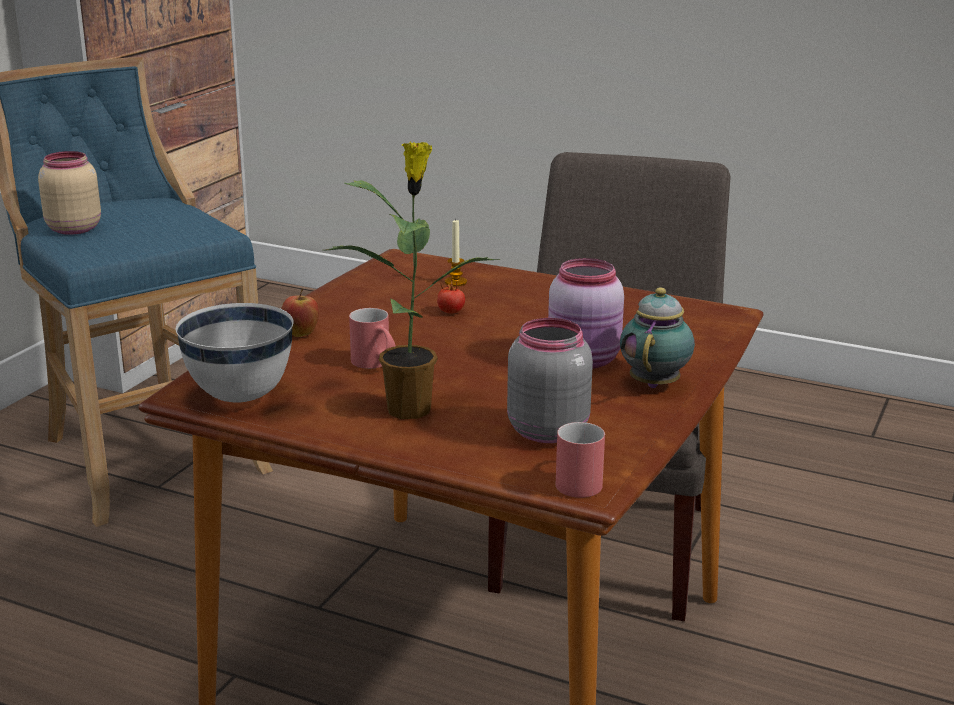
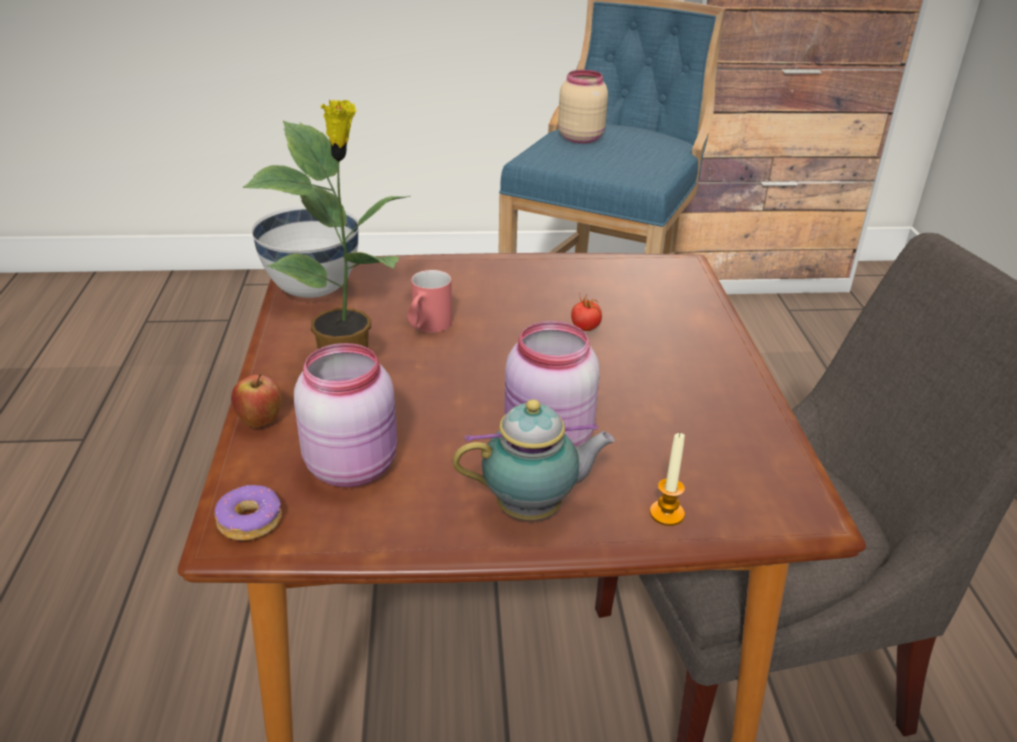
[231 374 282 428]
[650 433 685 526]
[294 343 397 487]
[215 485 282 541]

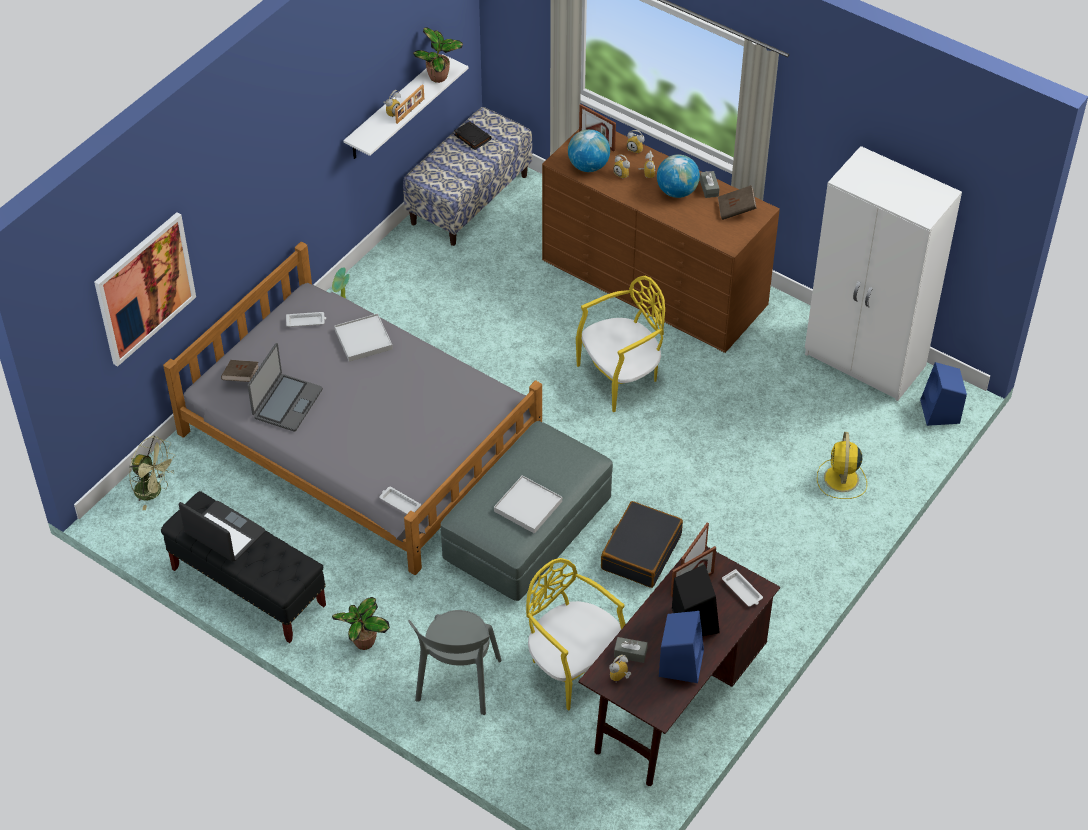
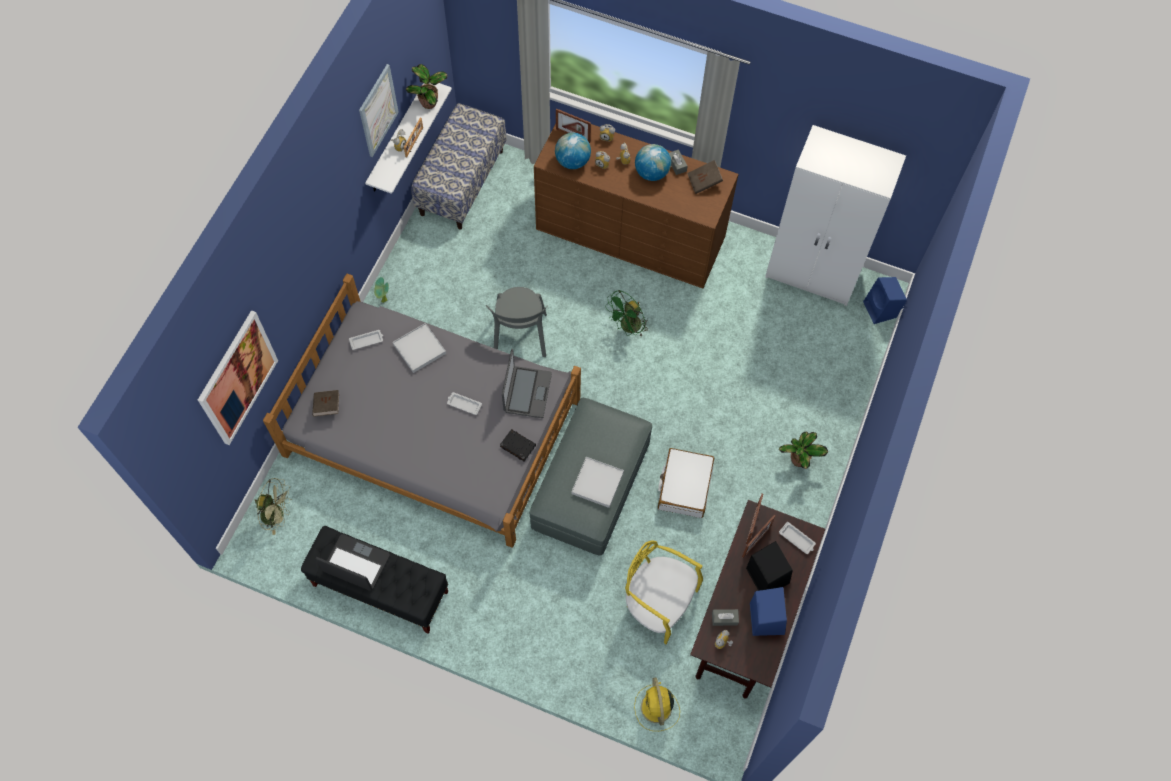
[502 349 552 418]
[779 432 828 469]
[447 392 482 415]
[486 287 548 357]
[500 429 536 461]
[605 290 648 336]
[658 448 714 518]
[634 677 680 731]
[359 64 399 157]

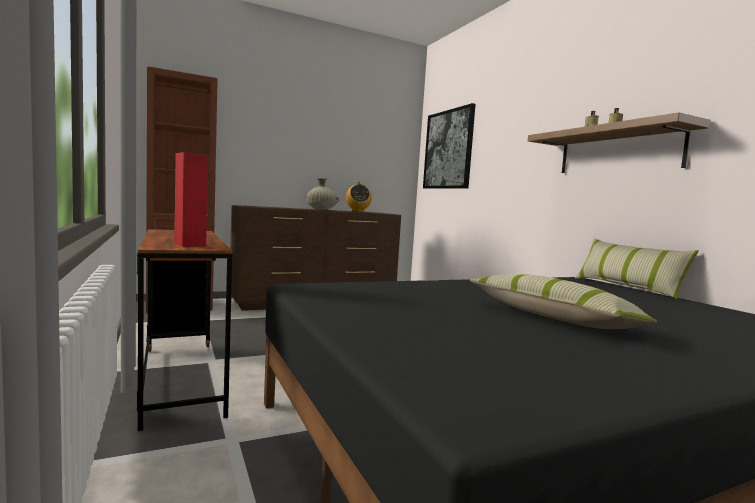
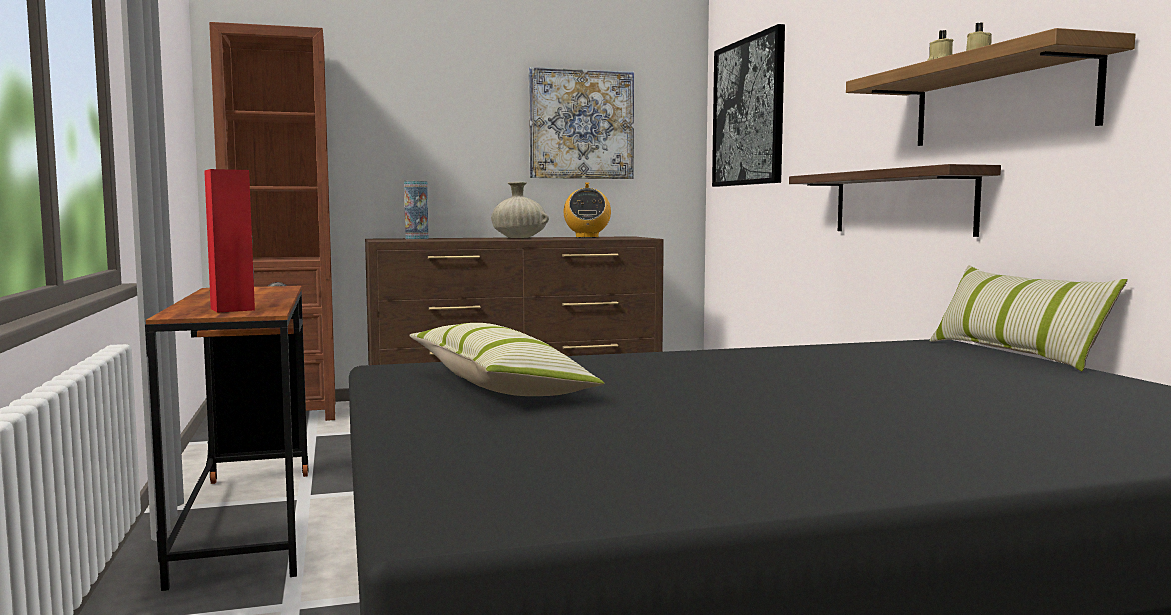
[409 323 604 396]
[404 181 428 239]
[529 67 634 179]
[789 164 1001 237]

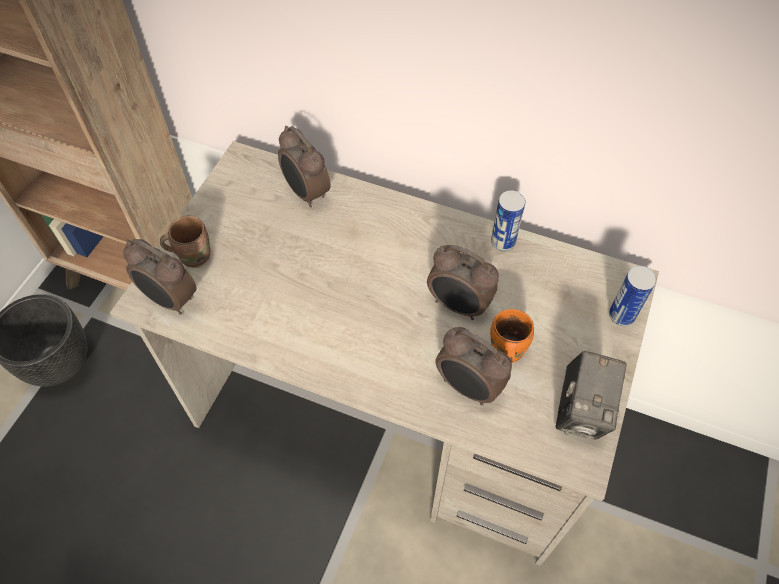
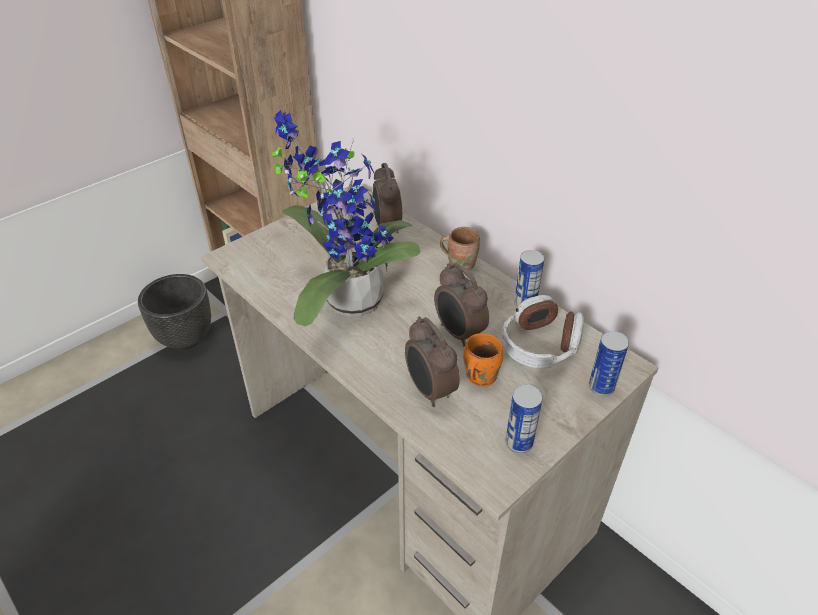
[123 239 197 315] (first image)
[440 227 480 271]
[505 385 543 453]
[272 110 420 326]
[502 295 584 369]

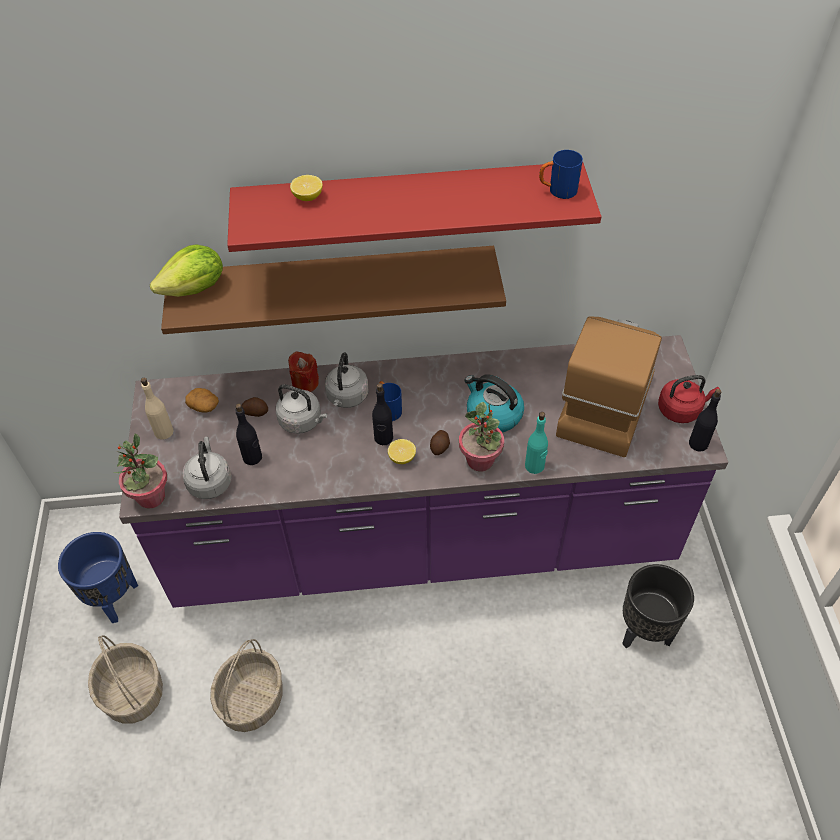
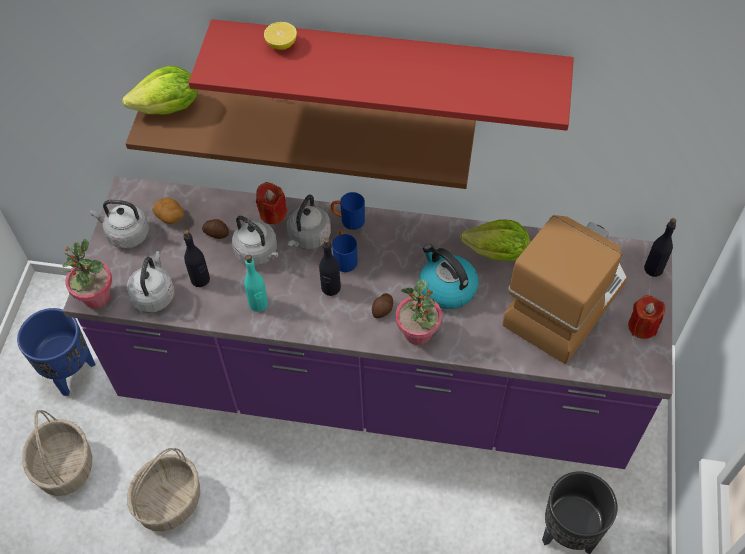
[90 200 149 249]
[388 439 416 464] (first image)
[244 255 268 312]
[331 192 365 230]
[628 295 665 339]
[644 218 677 277]
[460 220 530 261]

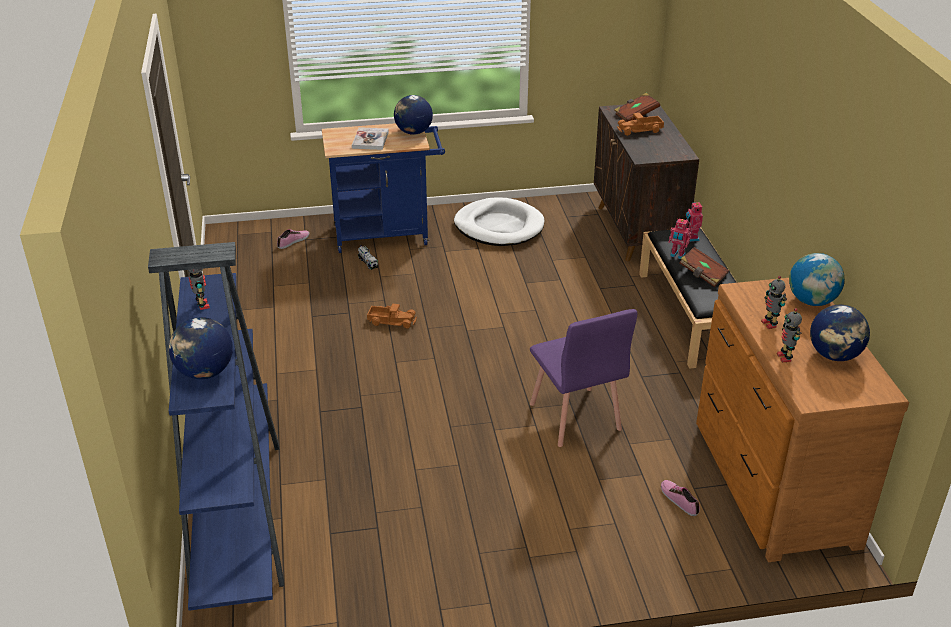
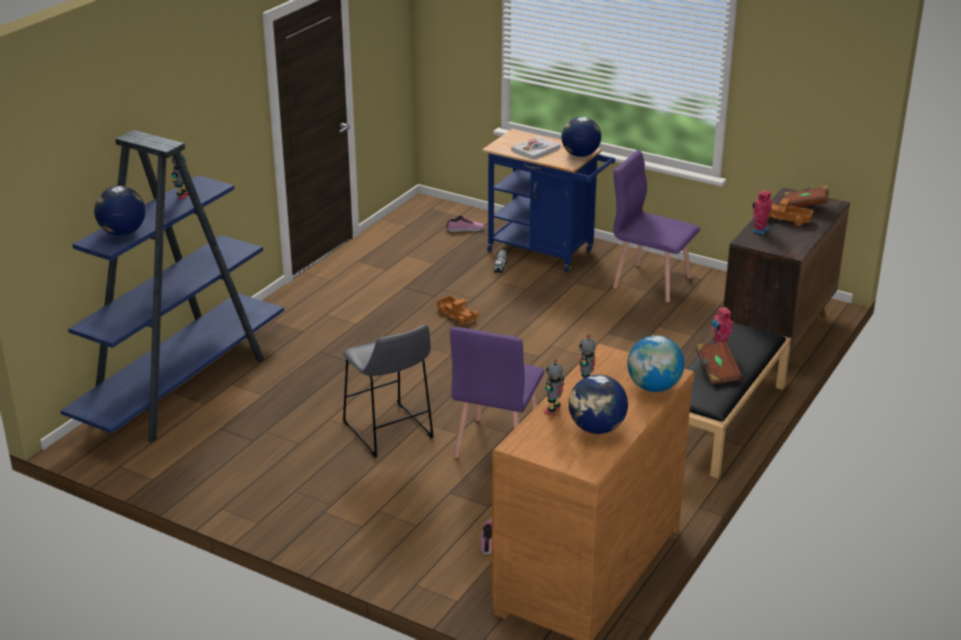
[613 150 700 302]
[752 189 772 234]
[342 325 434 458]

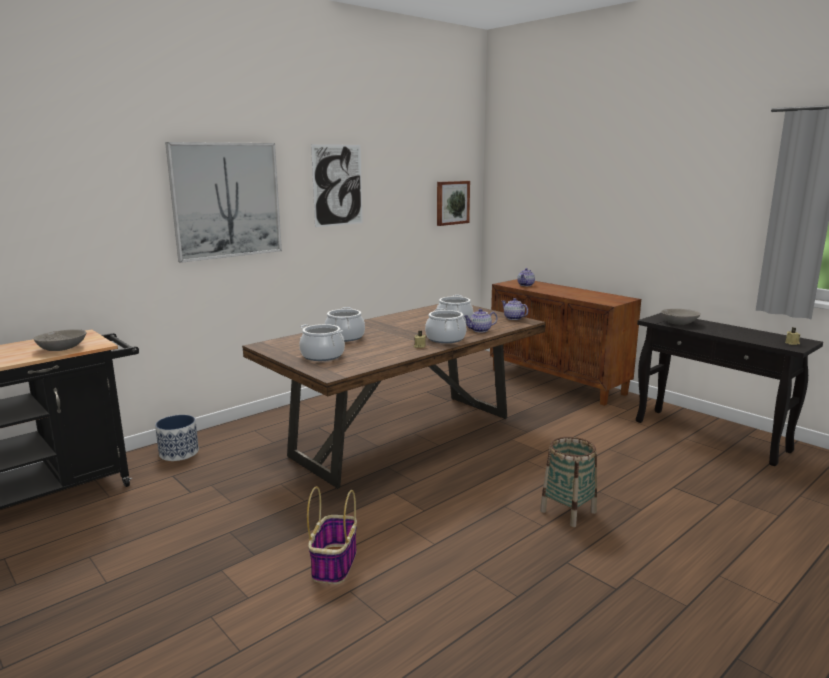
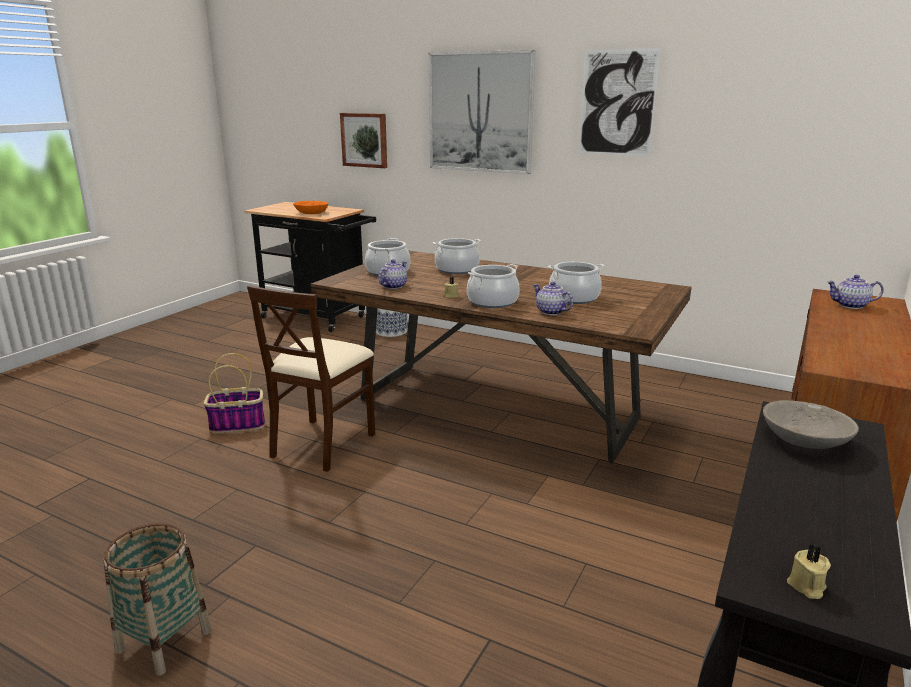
[293 201 328 214]
[340 113 387 168]
[378 259 407 289]
[103 523 212 676]
[247 285 375 472]

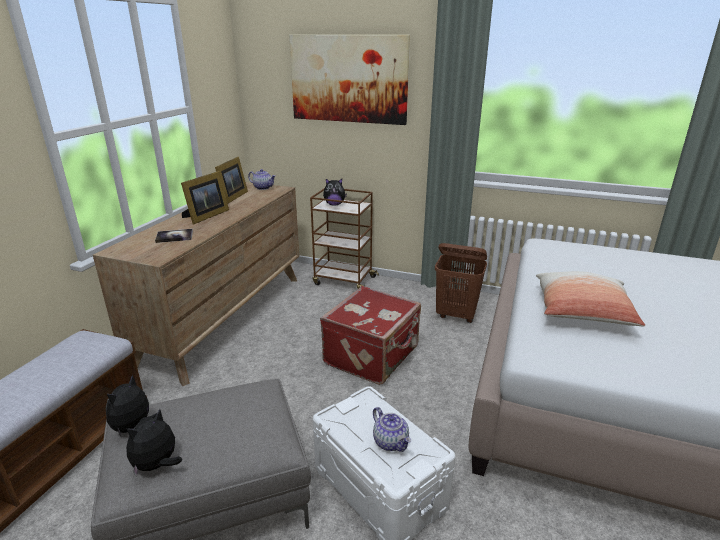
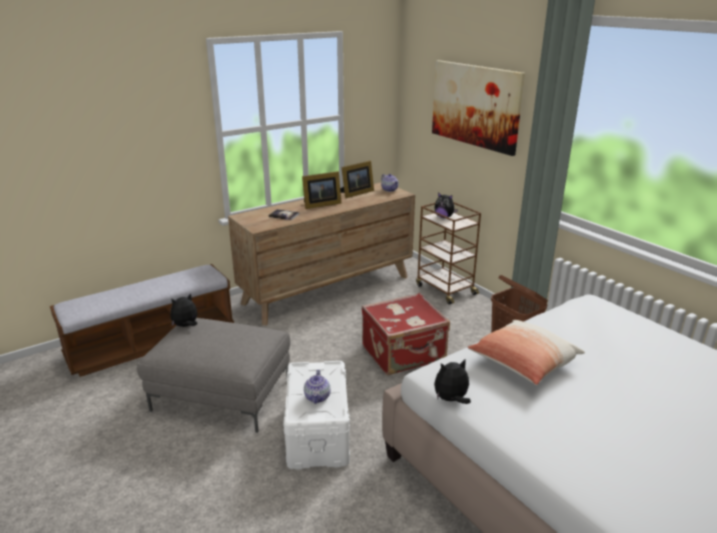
[434 360 471 404]

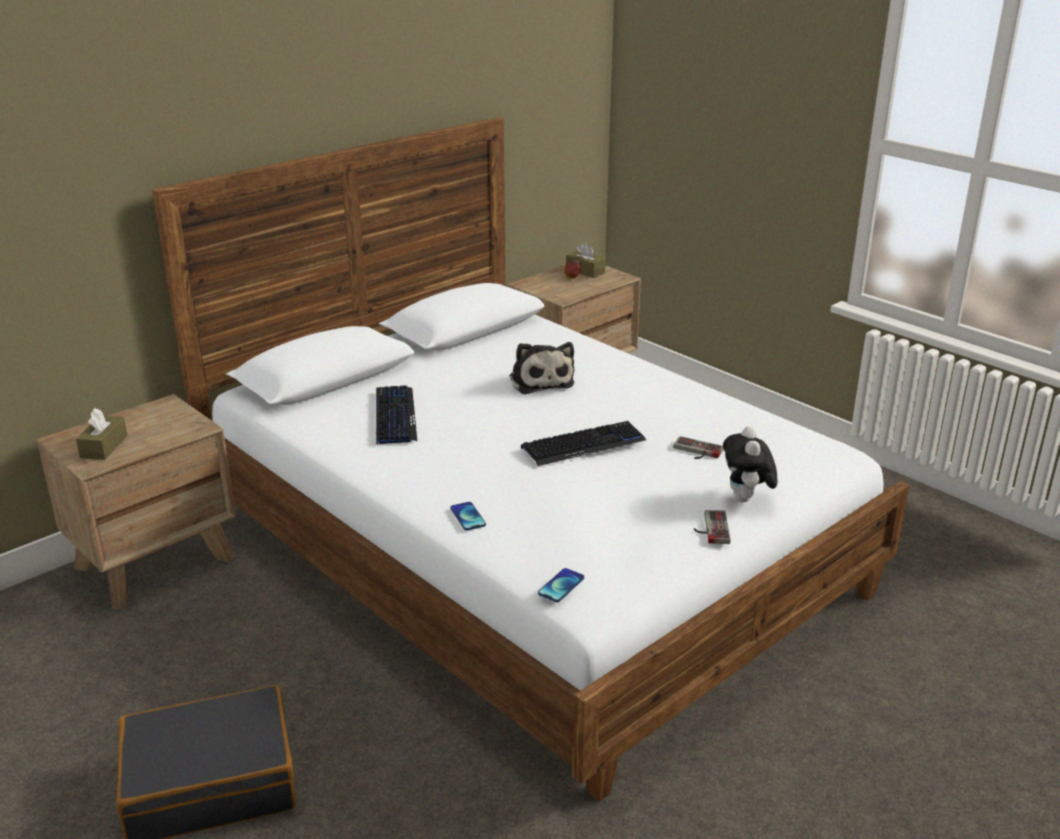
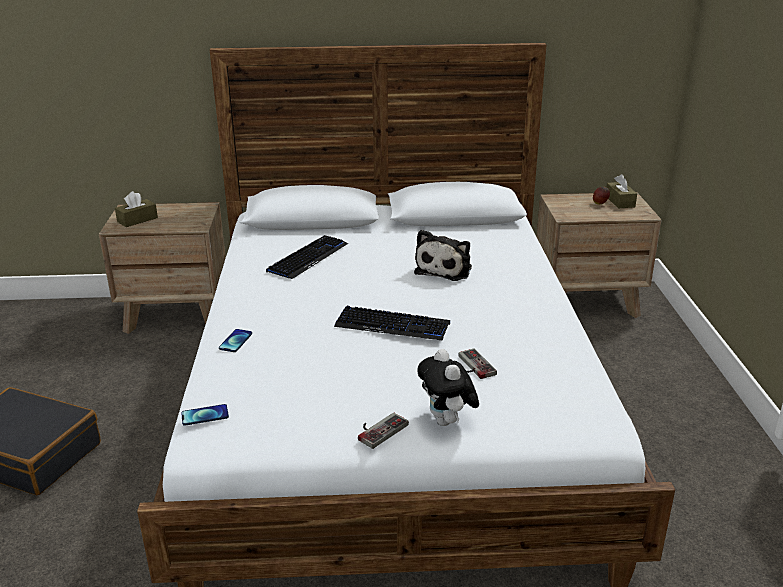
[417 349 479 426]

